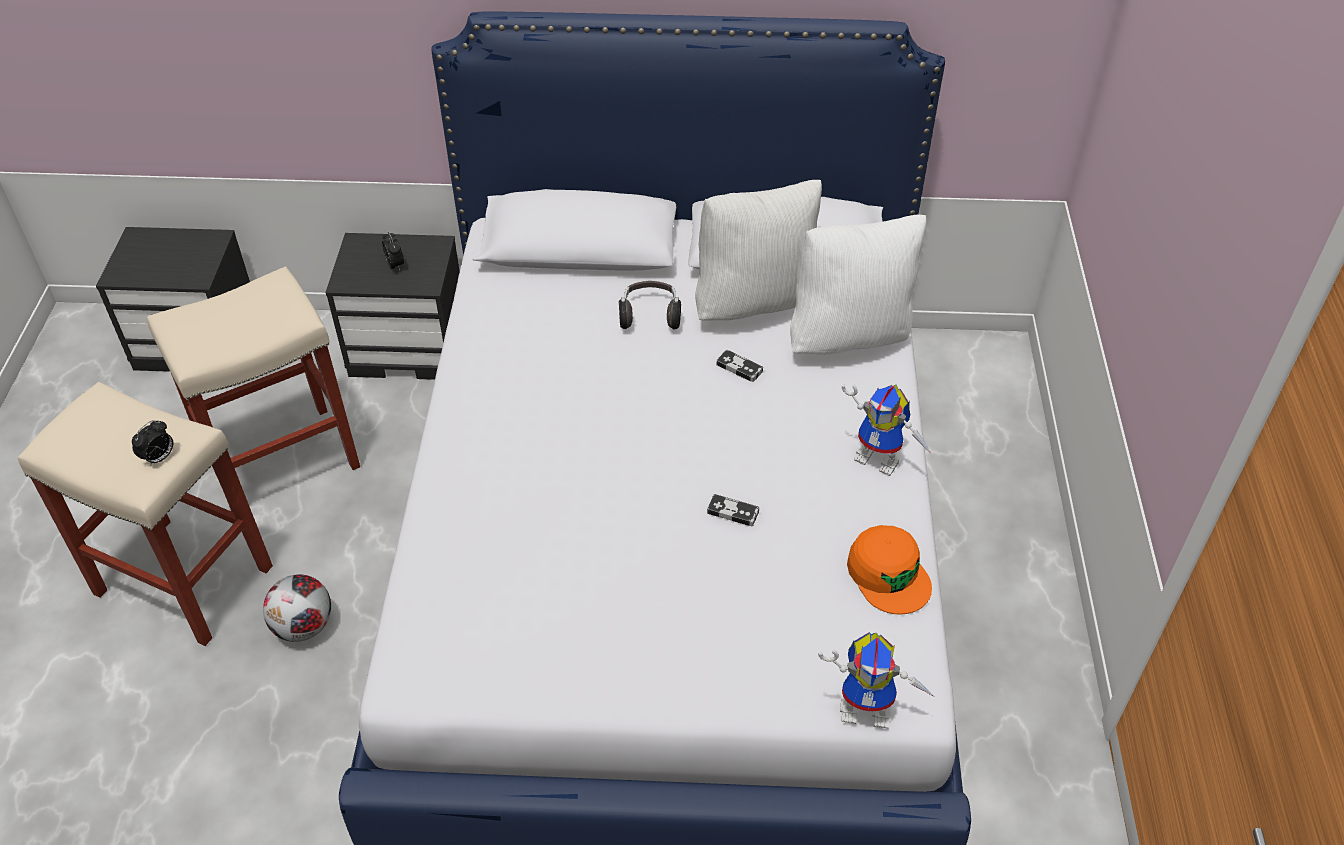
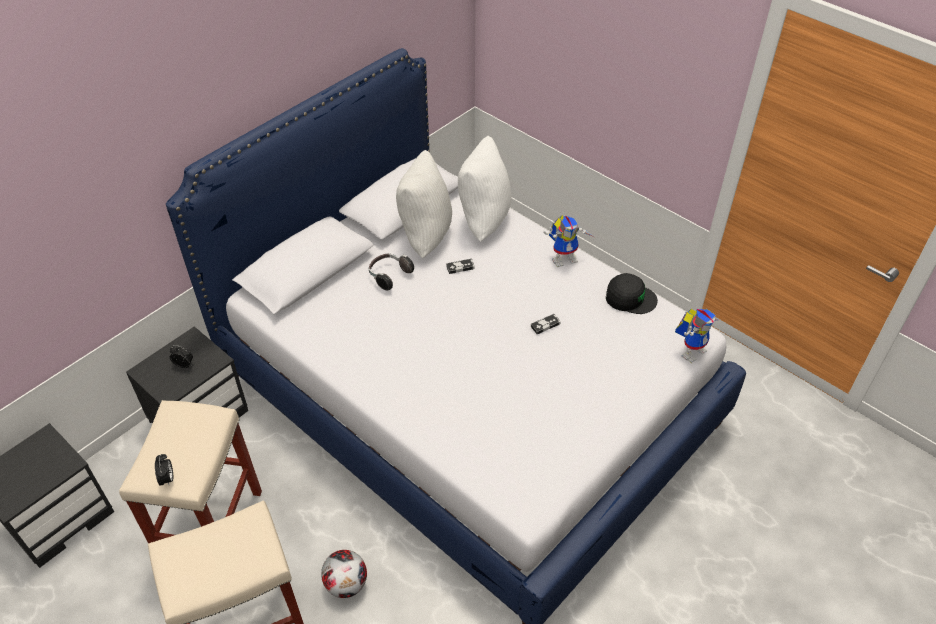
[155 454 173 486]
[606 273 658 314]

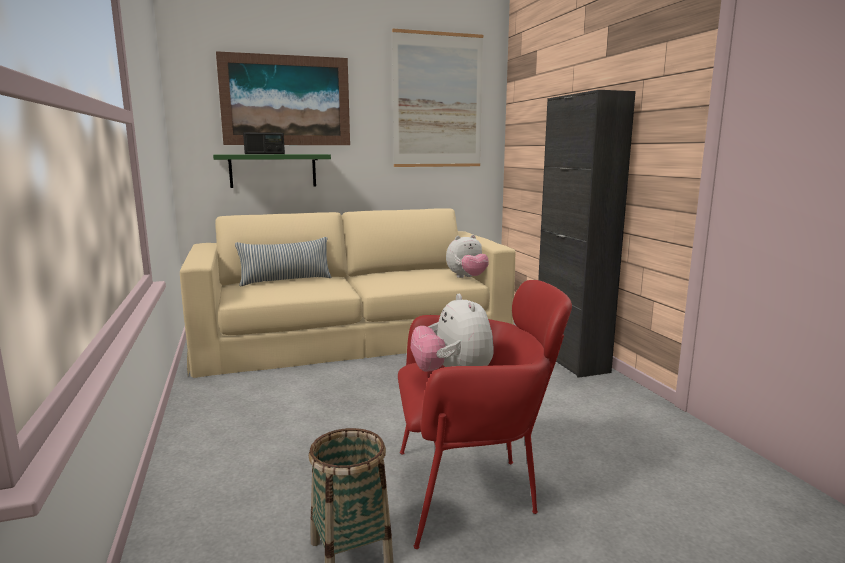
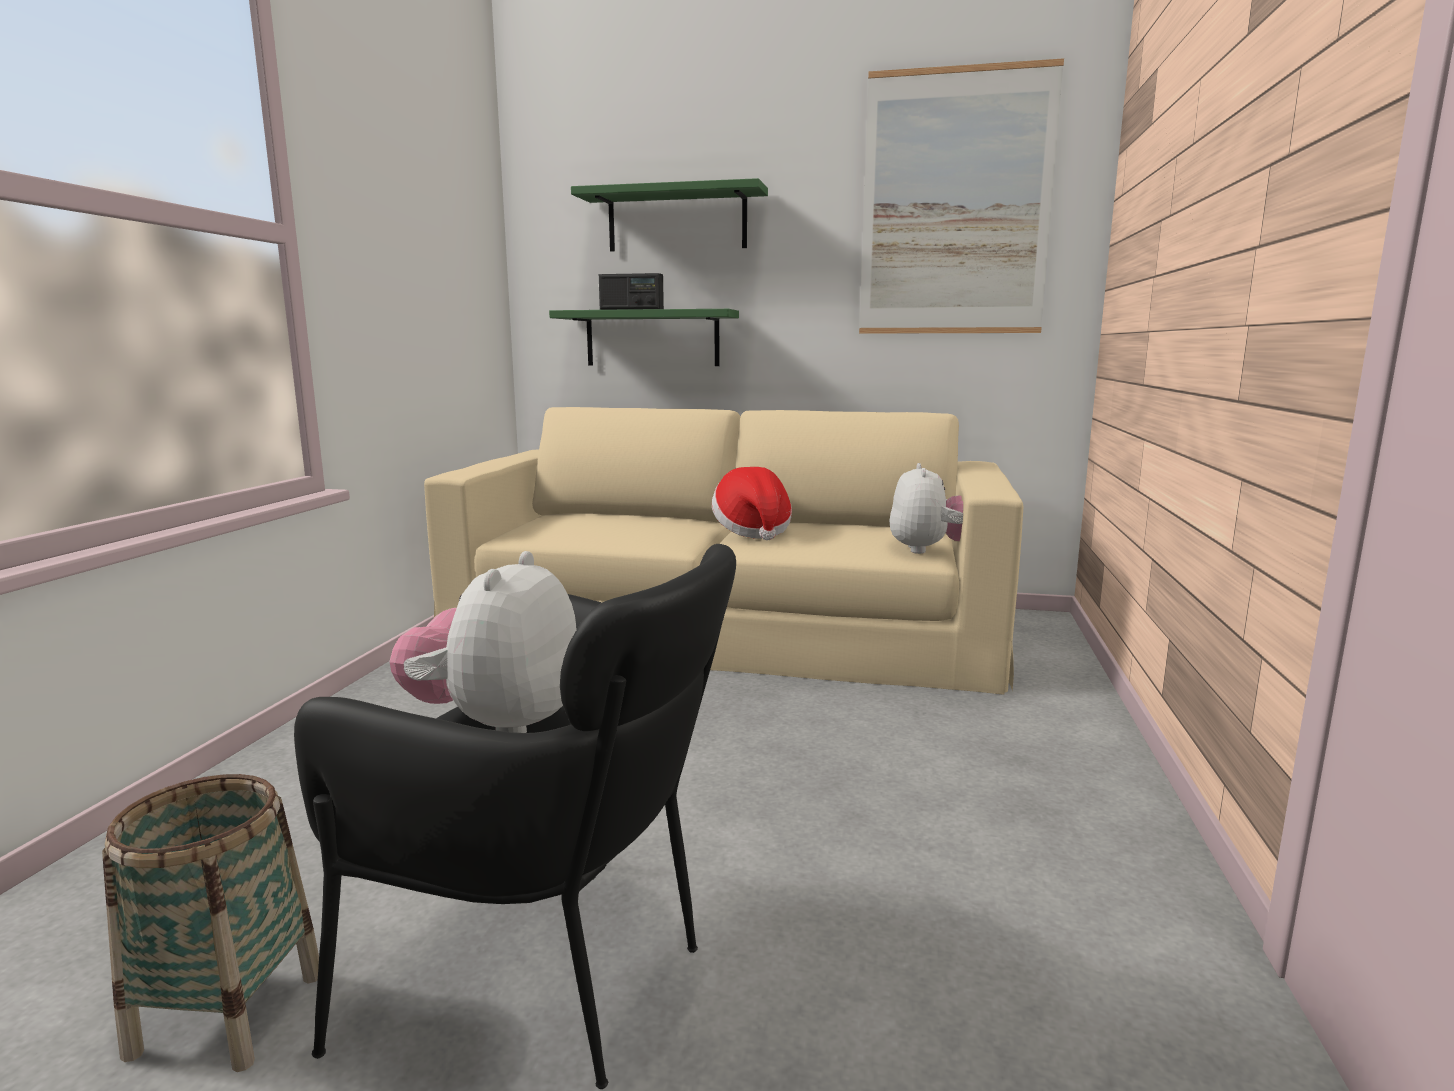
[571 178 768 251]
[235 237 331 286] (first image)
[294 544 736 1089]
[889 463 963 554]
[538 90 636 378] (first image)
[712 467 792 540]

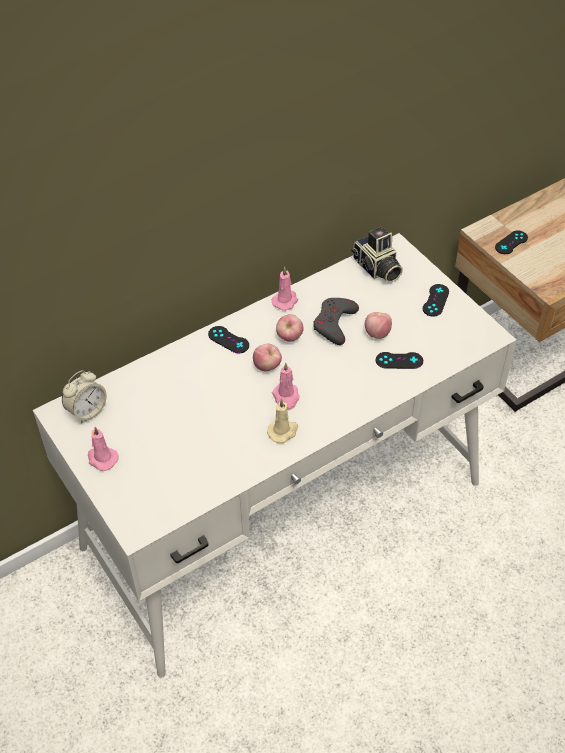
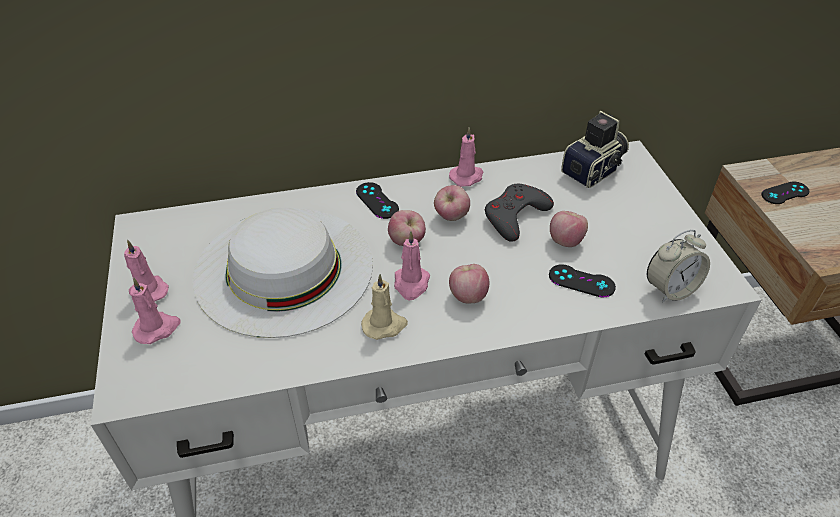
[647 230 710 303]
[561 111 629 188]
[423 284 449 317] (first image)
[130 278 181 344]
[193 208 373 338]
[449 264 489 304]

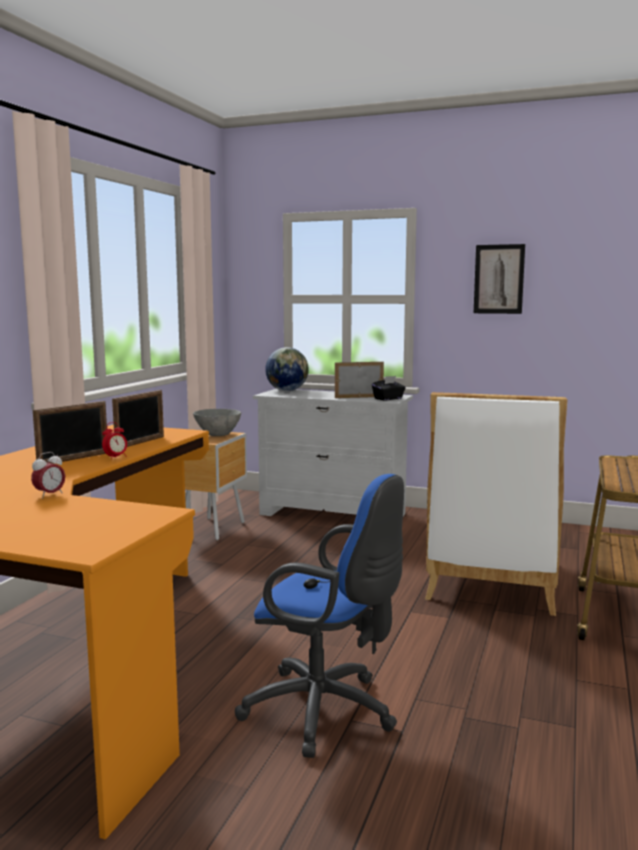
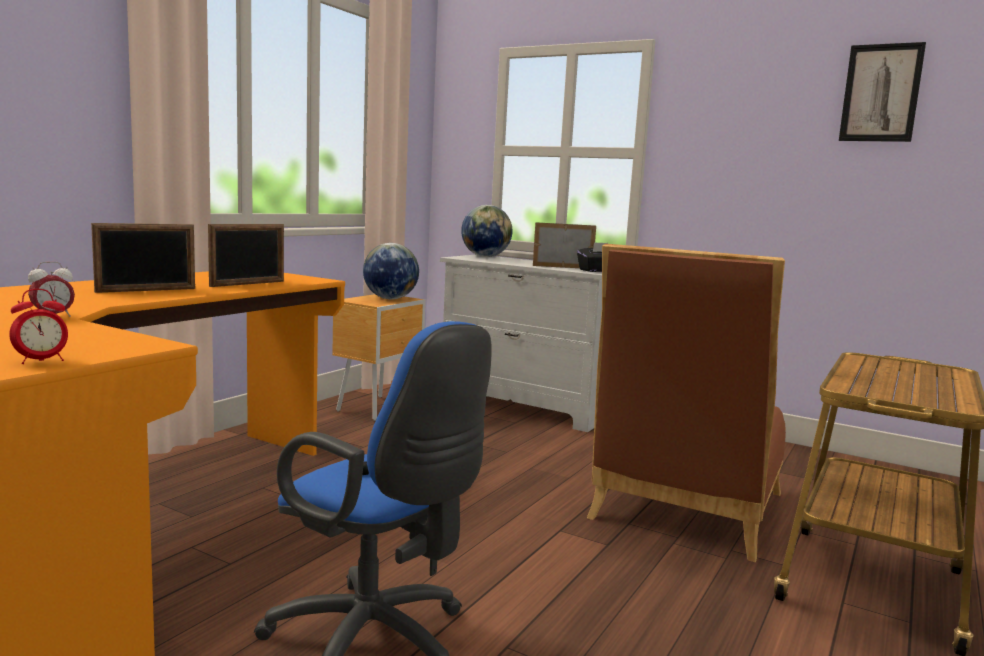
[9 289 68 364]
[363 243 419 299]
[587 244 786 562]
[839 42 926 142]

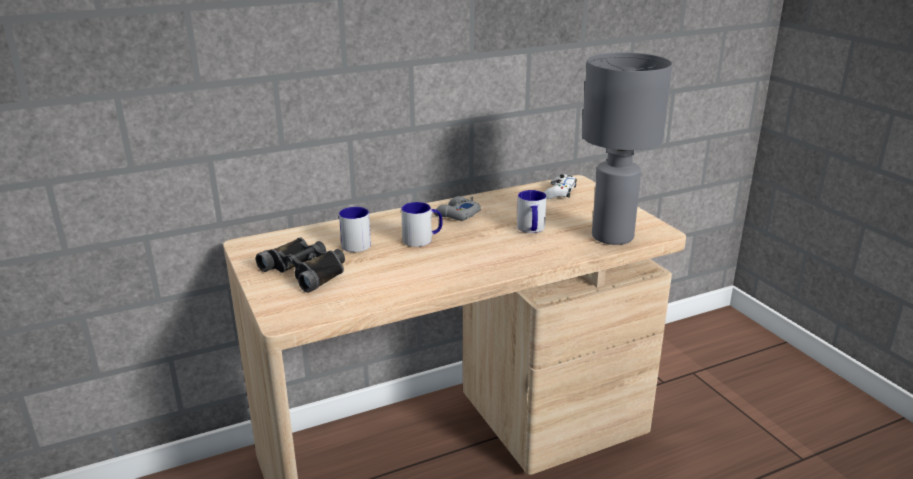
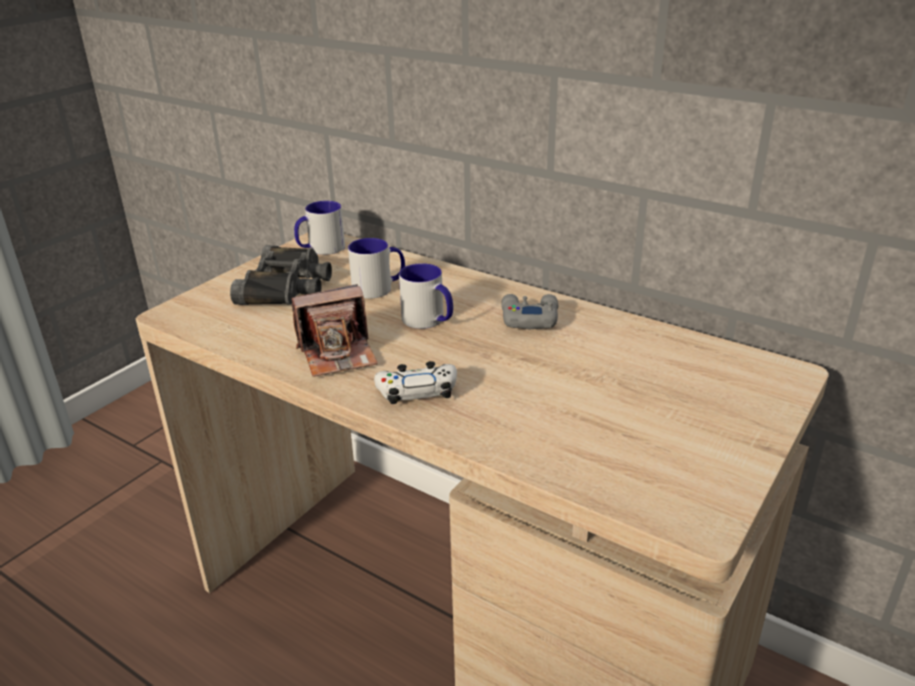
[294 201 345 255]
[374 361 457 404]
[582 52 672 245] (first image)
[291 284 378 377]

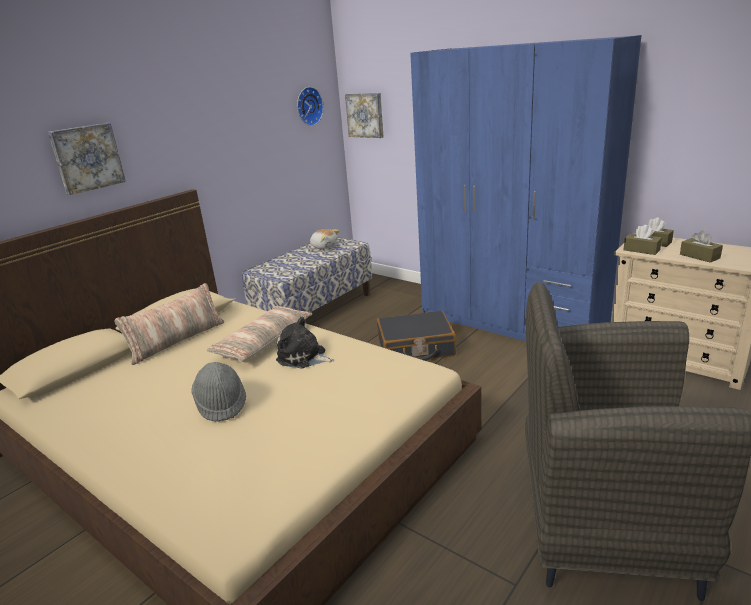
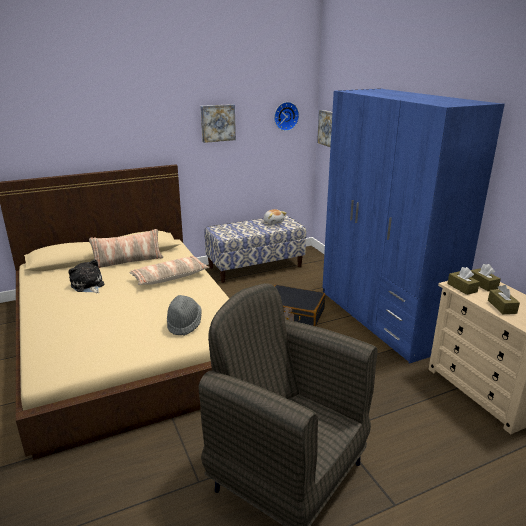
[201 104 236 143]
[167 295 202 336]
[69 259 104 293]

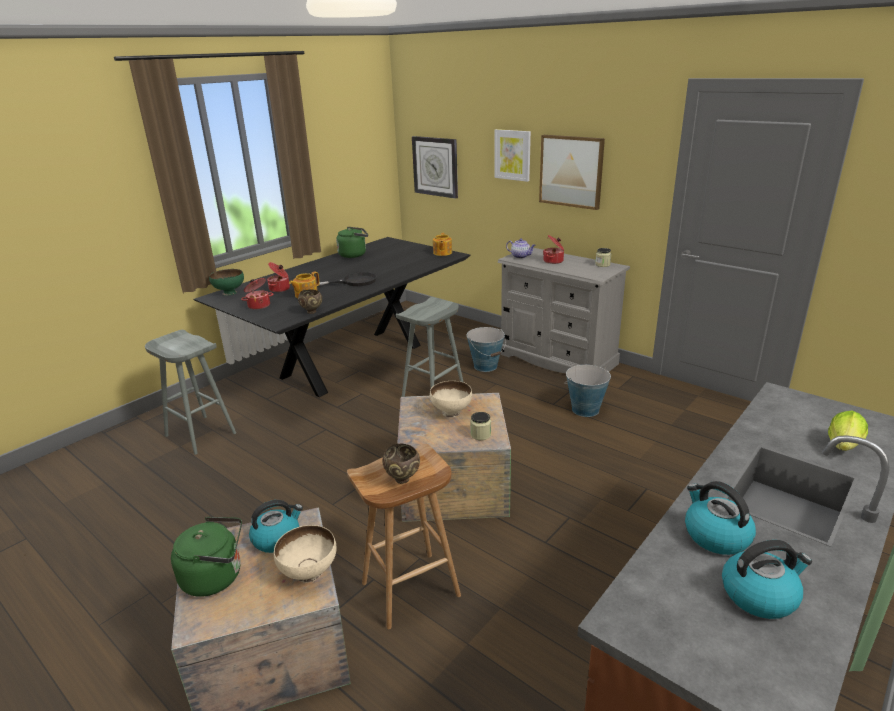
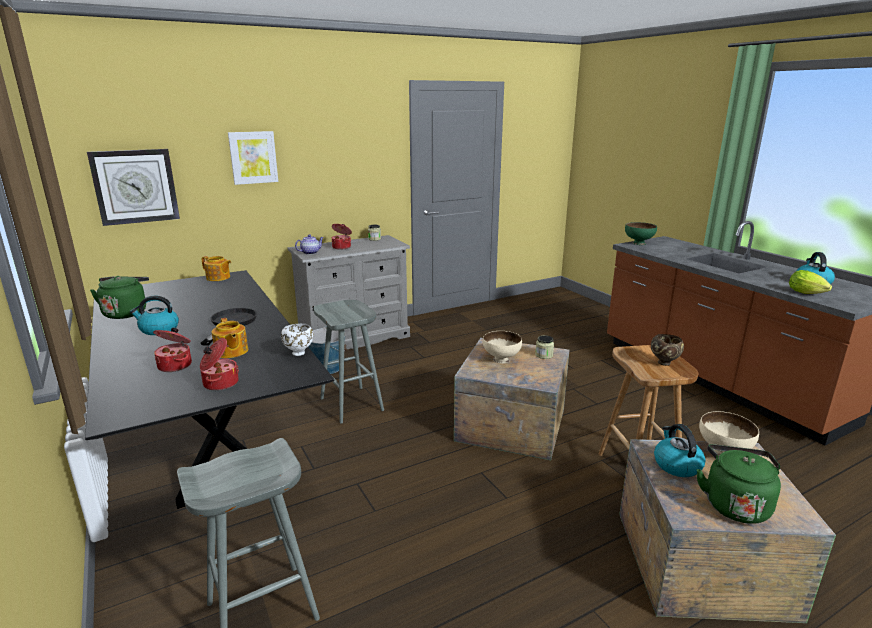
[625 222 657 245]
[281 323 313 356]
[539 135 605 210] (first image)
[564 365 611 417] (first image)
[130 296 179 335]
[789 270 832 294]

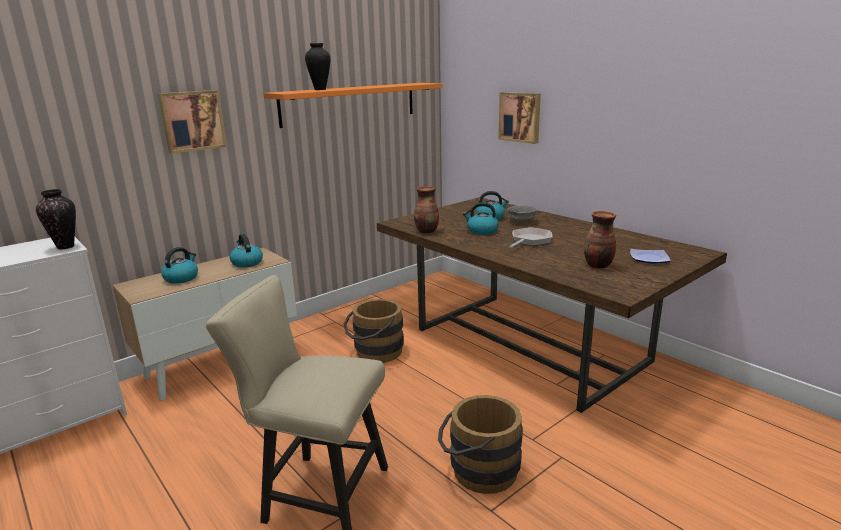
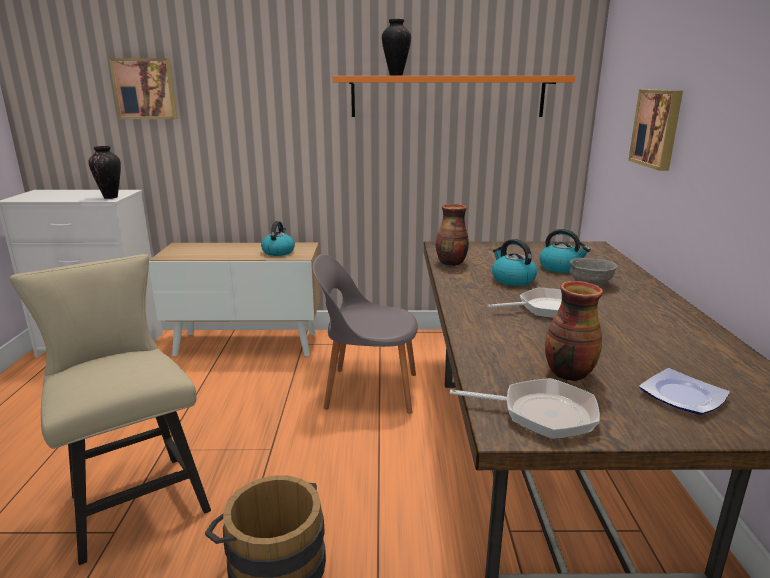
[109 58 177 119]
[161 247 198 284] (first image)
[312 254 418 414]
[450 378 600 439]

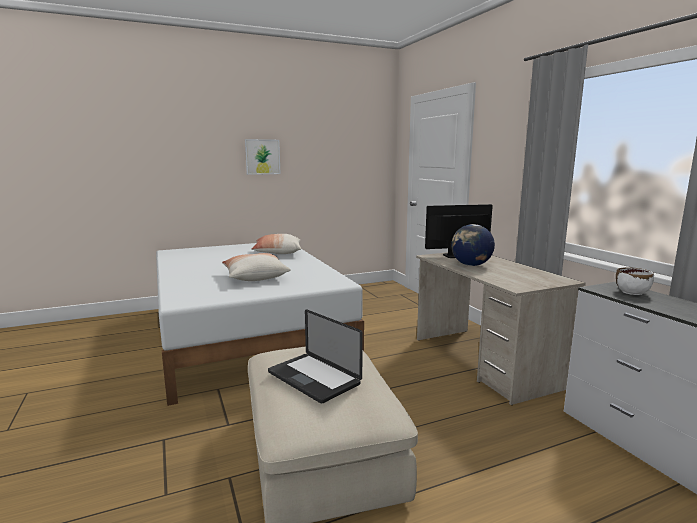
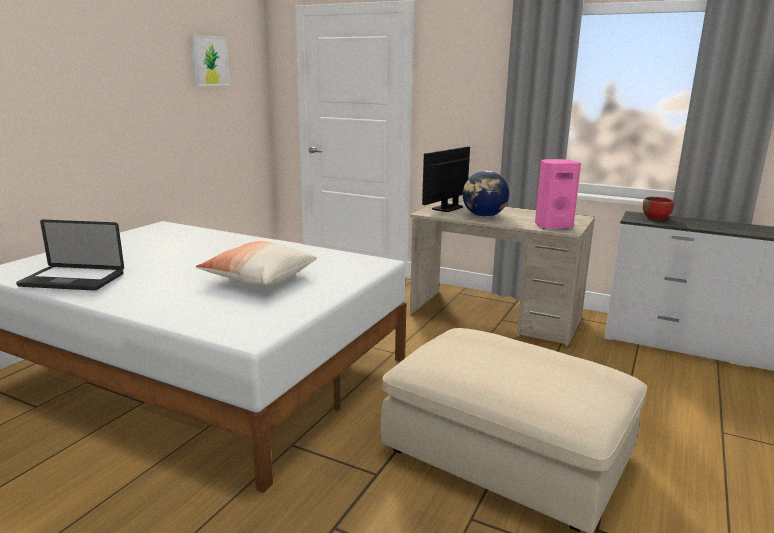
[190 35 230 86]
[251 234 301 254] (first image)
[16 220 124 291]
[643 197 674 220]
[535 159 581 229]

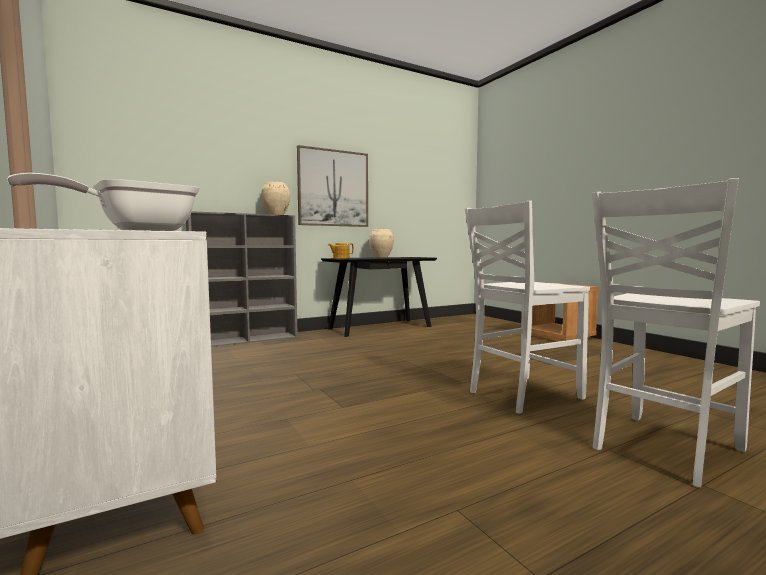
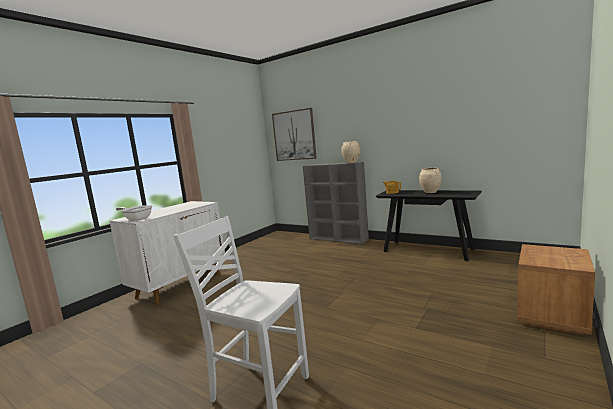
[272 108 317 161]
[465 201 590 414] (first image)

